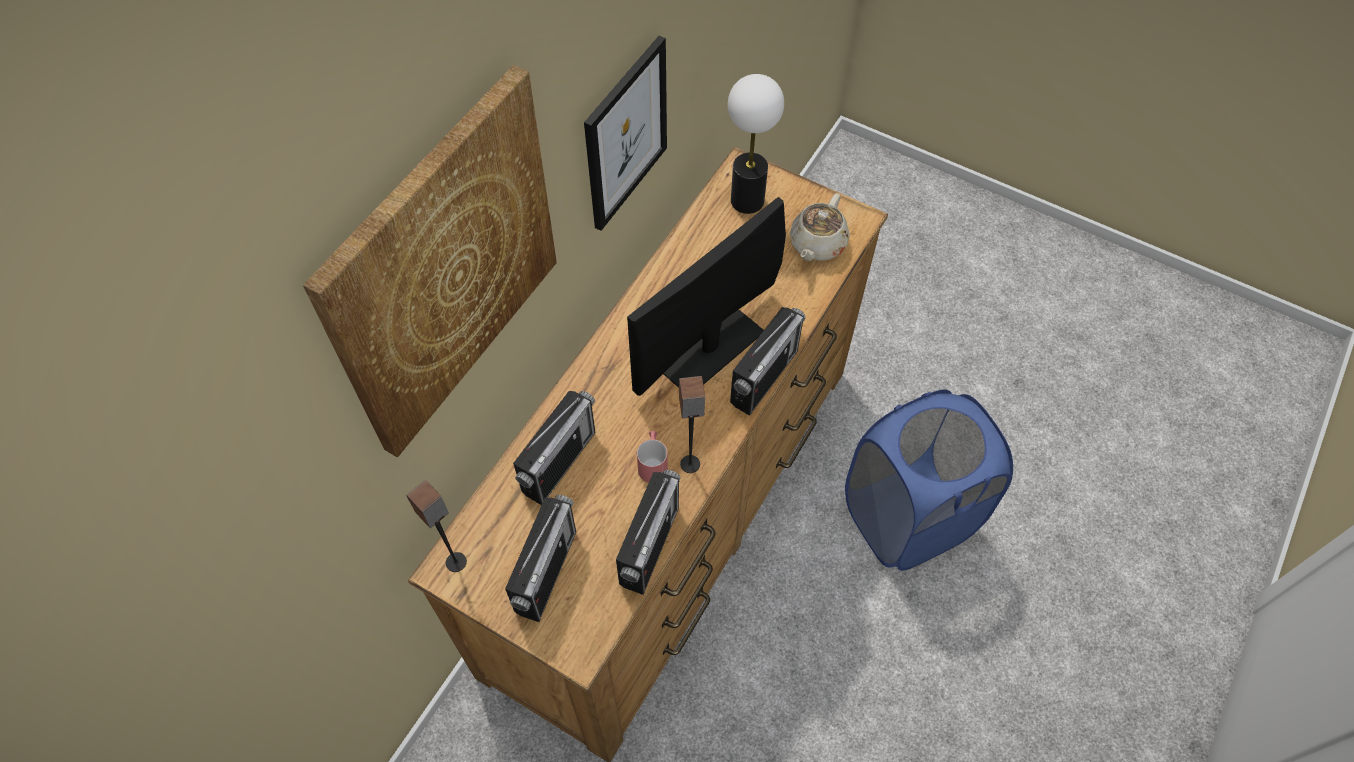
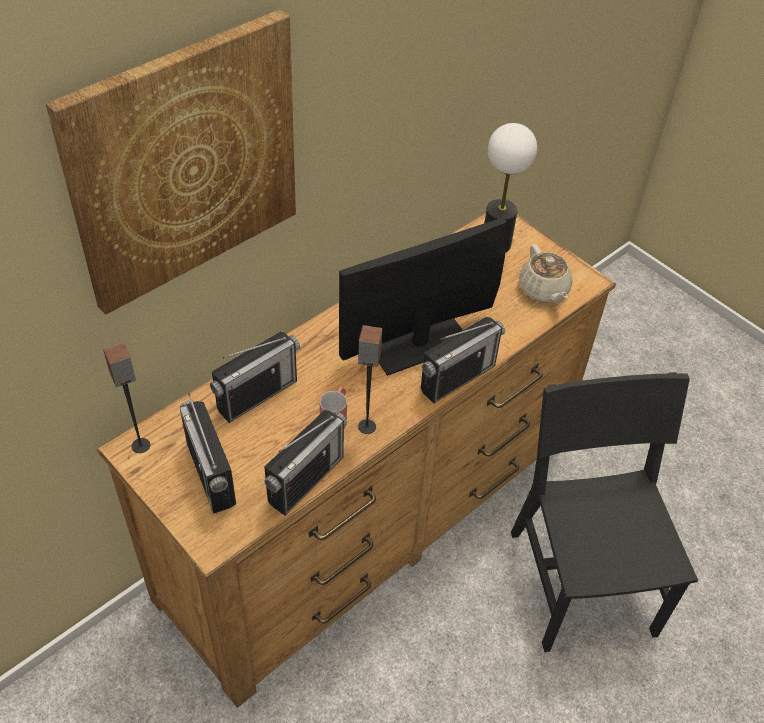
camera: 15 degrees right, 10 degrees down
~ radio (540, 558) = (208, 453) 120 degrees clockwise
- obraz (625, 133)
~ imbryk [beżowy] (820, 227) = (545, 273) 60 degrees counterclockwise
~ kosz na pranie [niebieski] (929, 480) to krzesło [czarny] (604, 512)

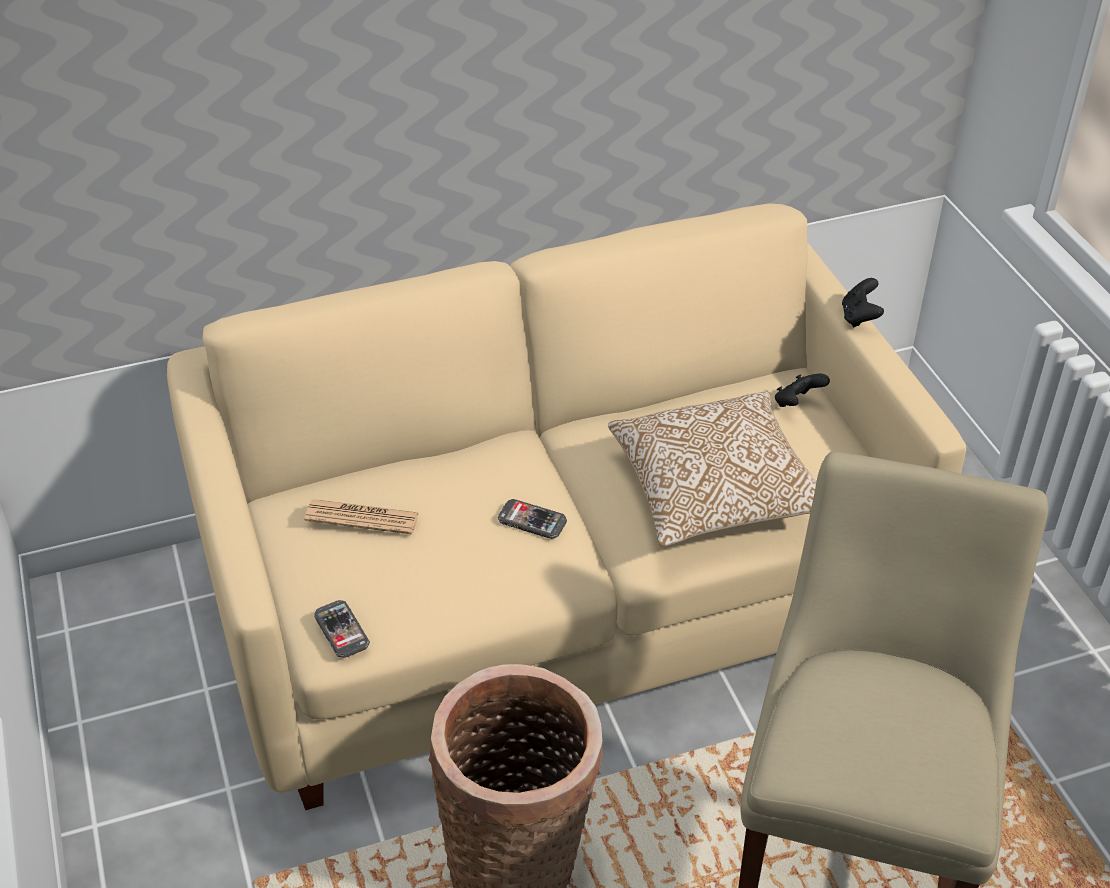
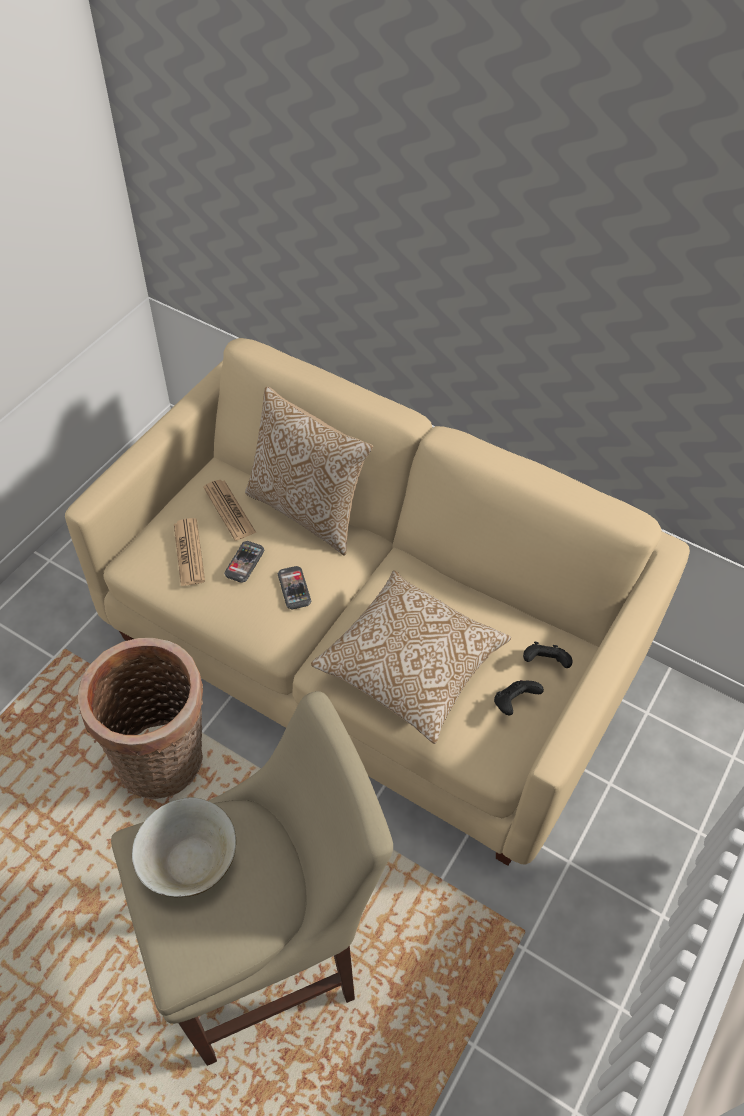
camera: 50 degrees right, 10 degrees up
~ telefon (342, 629) to (244, 562)
~ pad do gier [czarny] (863, 302) to (519, 697)
+ miska [beżowy] (184, 847)
+ gazeta (189, 552)
+ poduszka (309, 471)

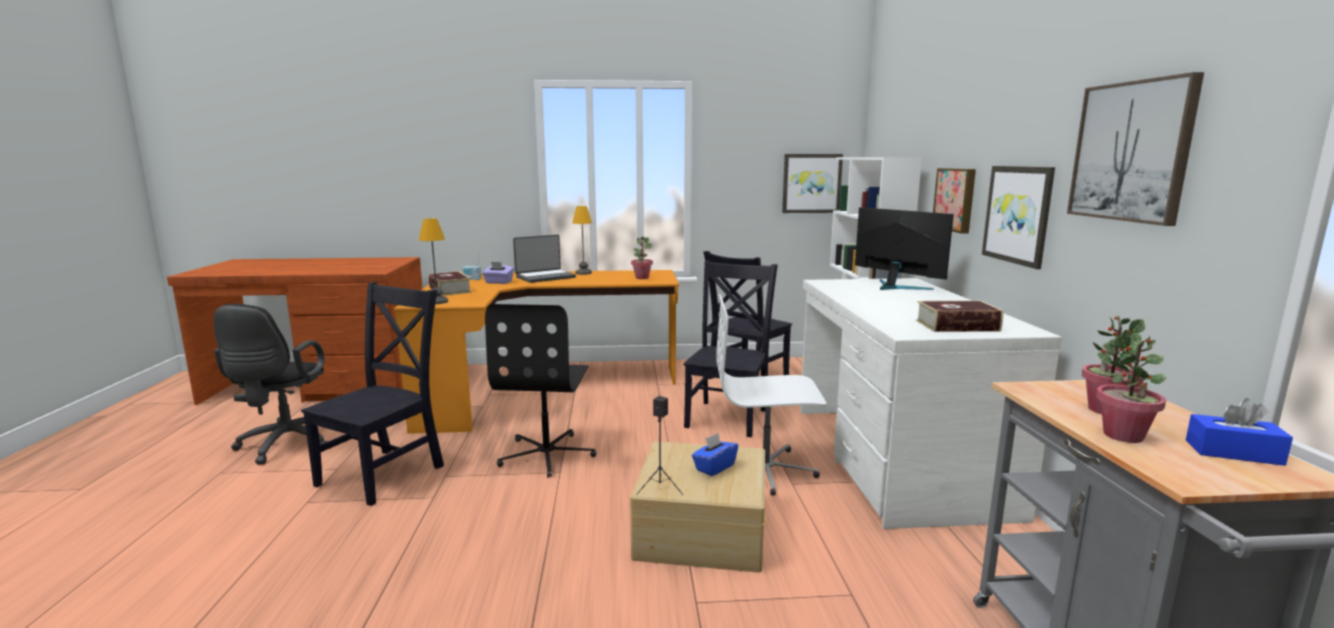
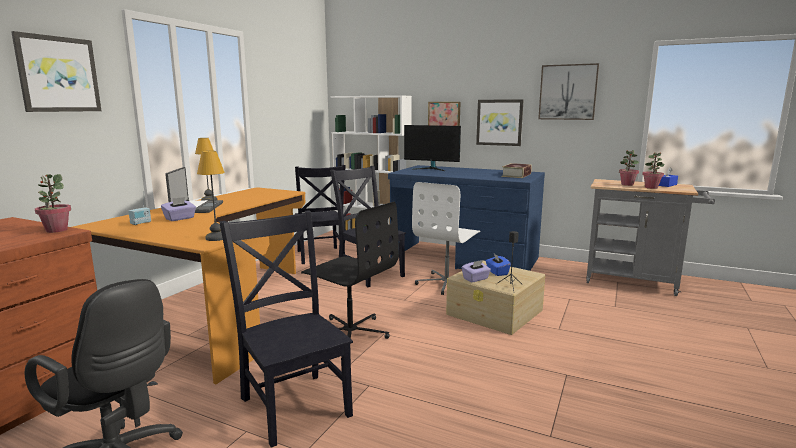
camera: 60 degrees left, 0 degrees up
- książka (450, 283)
~ roślina doniczkowa (642, 258) to (53, 203)
~ obraz (812, 183) to (56, 71)
~ biurko [biały] (931, 403) to biurko [niebieski] (466, 218)
~ monitor (904, 248) = (432, 148) 150 degrees counterclockwise
+ pudełko chusteczek [fioletowy] (476, 271)

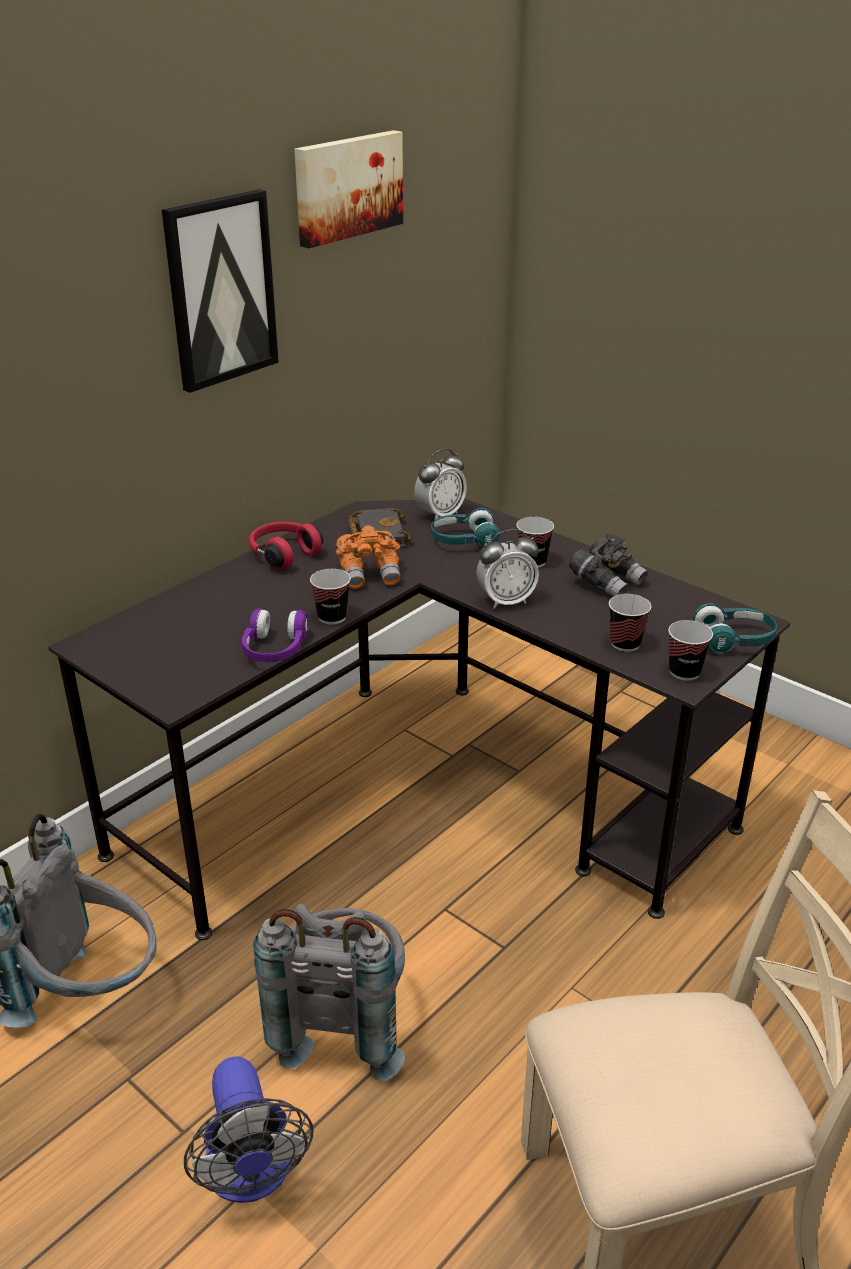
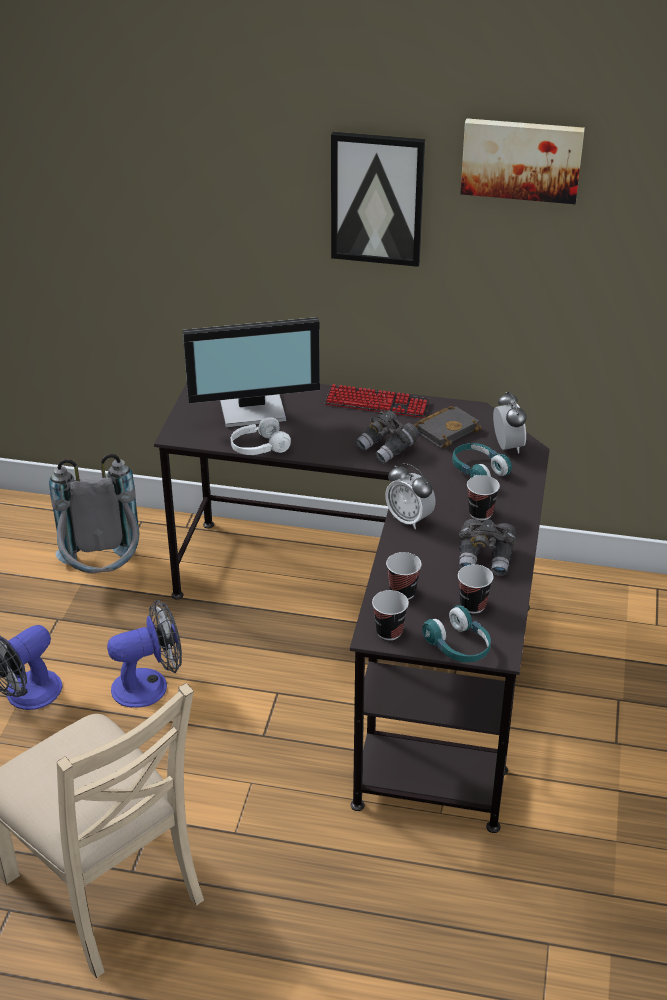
camera: 60 degrees right, 5 degrees up
~ słuchawki [fioletowy] (275, 635) to słuchawki [biały] (261, 436)
~ słuchawki [czerwony] (285, 545) to klawiatura (377, 401)
~ plecak [szary] (329, 992) to wentylator (144, 654)
~ filiżanka (330, 596) to (475, 588)
~ lornetka [pomarańczowy] (368, 557) to lornetka [szary] (387, 437)
~ budzik (440, 483) = (510, 422) 120 degrees counterclockwise
+ monitor (251, 372)

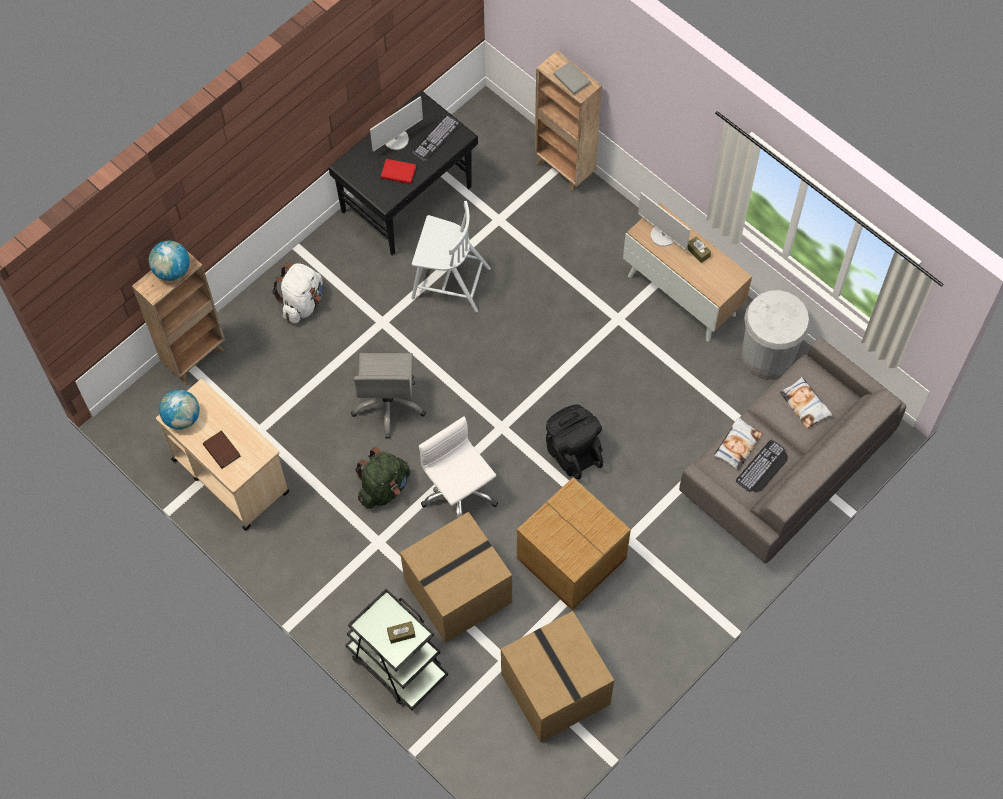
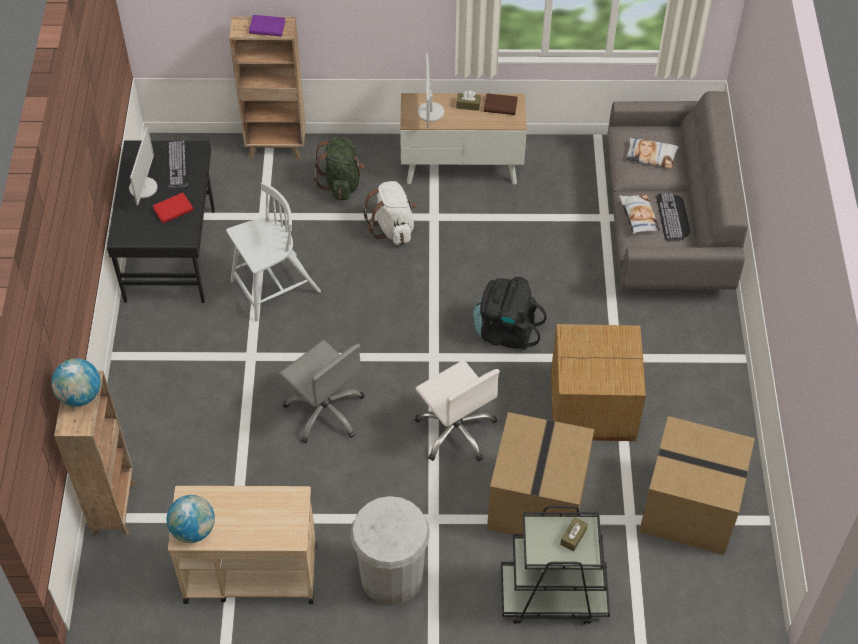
camera: 45 degrees left, 10 degrees down
~ książka [brązowy] (221, 449) to (501, 104)
~ plecak [biały] (297, 293) to (389, 213)
~ plecak [zielony] (382, 478) to (339, 168)
~ krzesło biurowe [biały] (458, 467) = (457, 410) 135 degrees counterclockwise
~ książka [szary] (572, 78) to książka [fioletowy] (267, 25)
~ monitor (664, 221) = (430, 90) 90 degrees clockwise
~ kosz na śmieci [biały] (775, 335) to (390, 550)

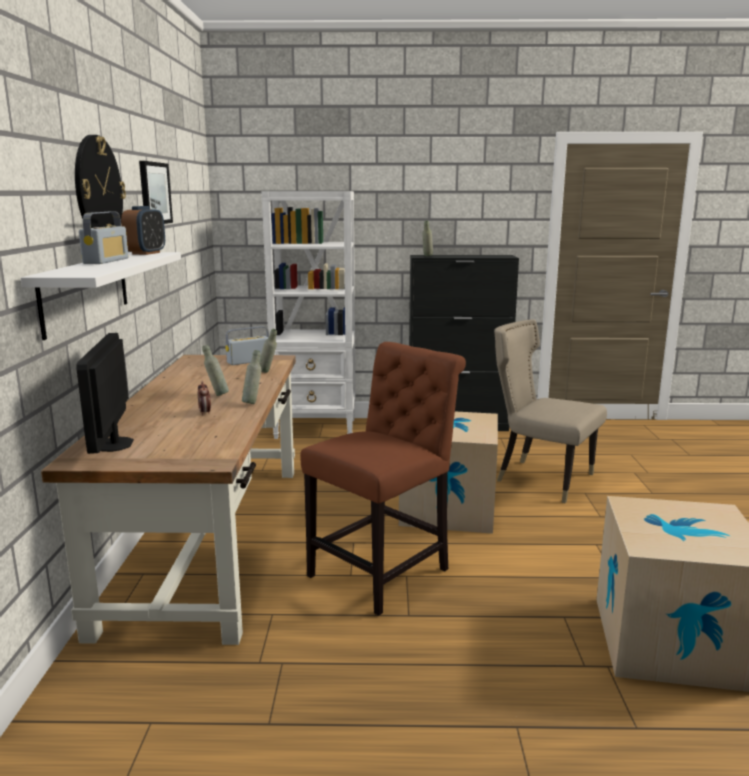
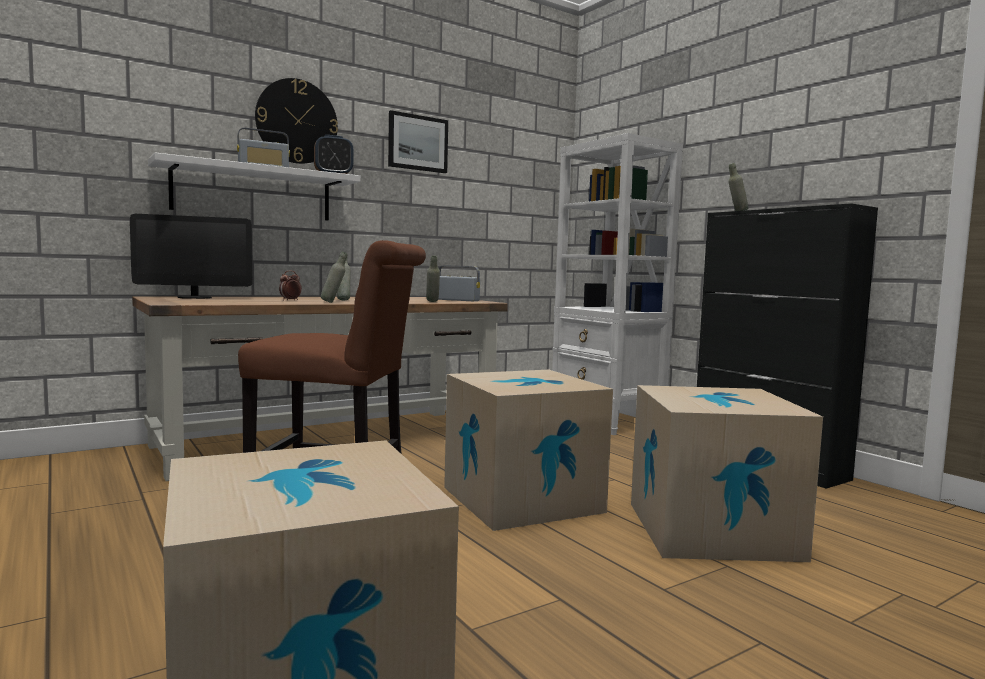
camera: 55 degrees right, 10 degrees down
~ monitor (105, 393) = (191, 256) 150 degrees counterclockwise
~ krzesło [beżowy] (550, 411) to karton (727, 473)

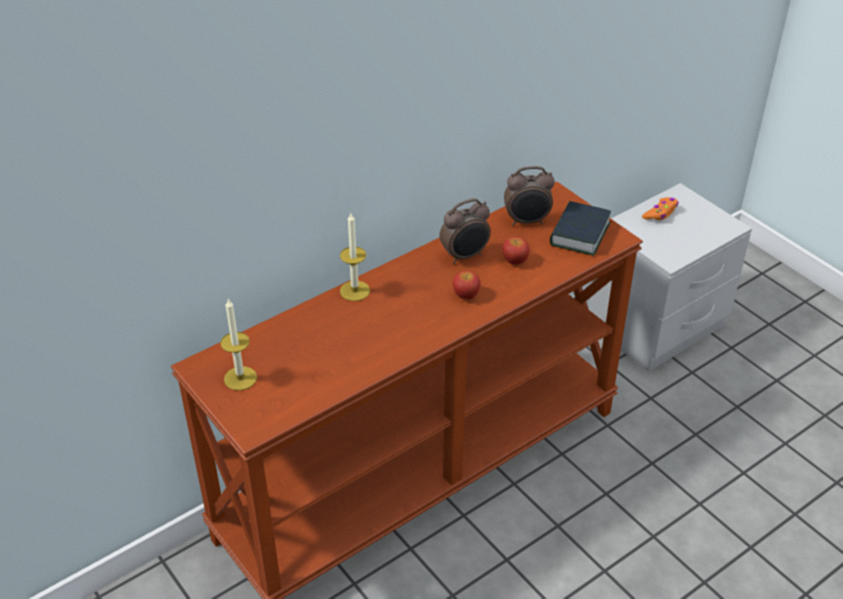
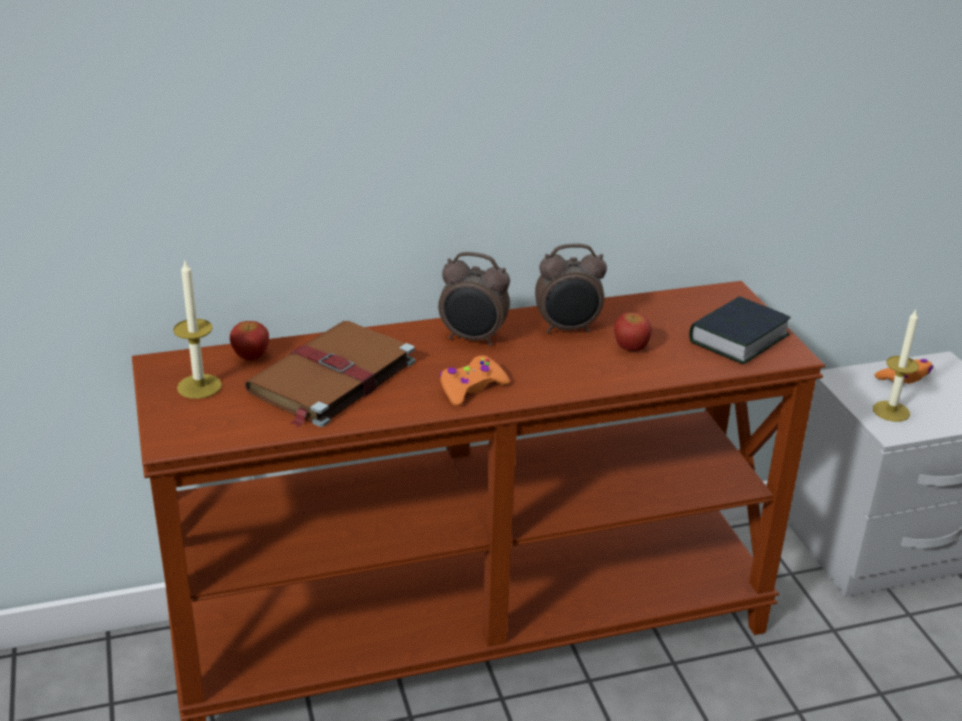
camera: 20 degrees right, 10 degrees down
~ świeca (355, 257) to (896, 366)
~ jabłko (467, 285) to (249, 341)
~ budzik (529, 196) to (474, 299)
+ książka [brązowy] (330, 374)
+ pad do gier [pomarańczowy] (475, 380)

